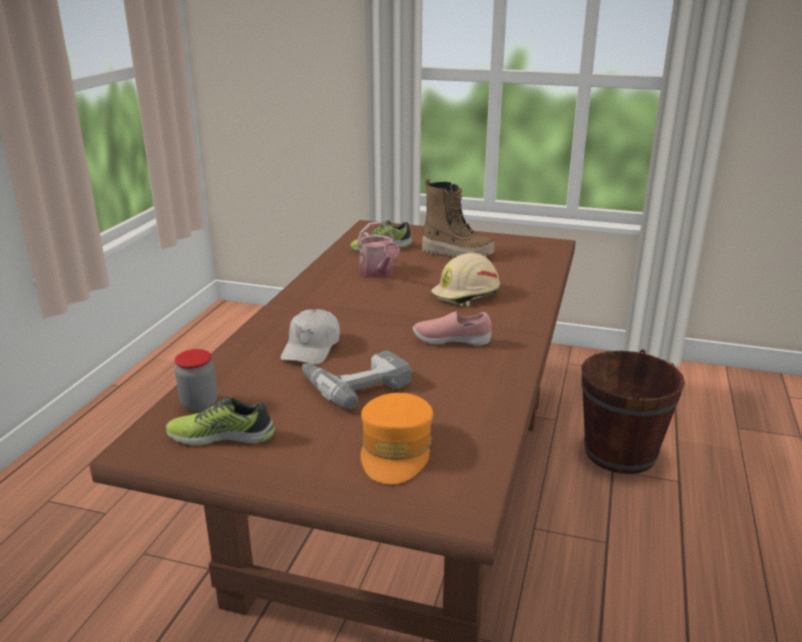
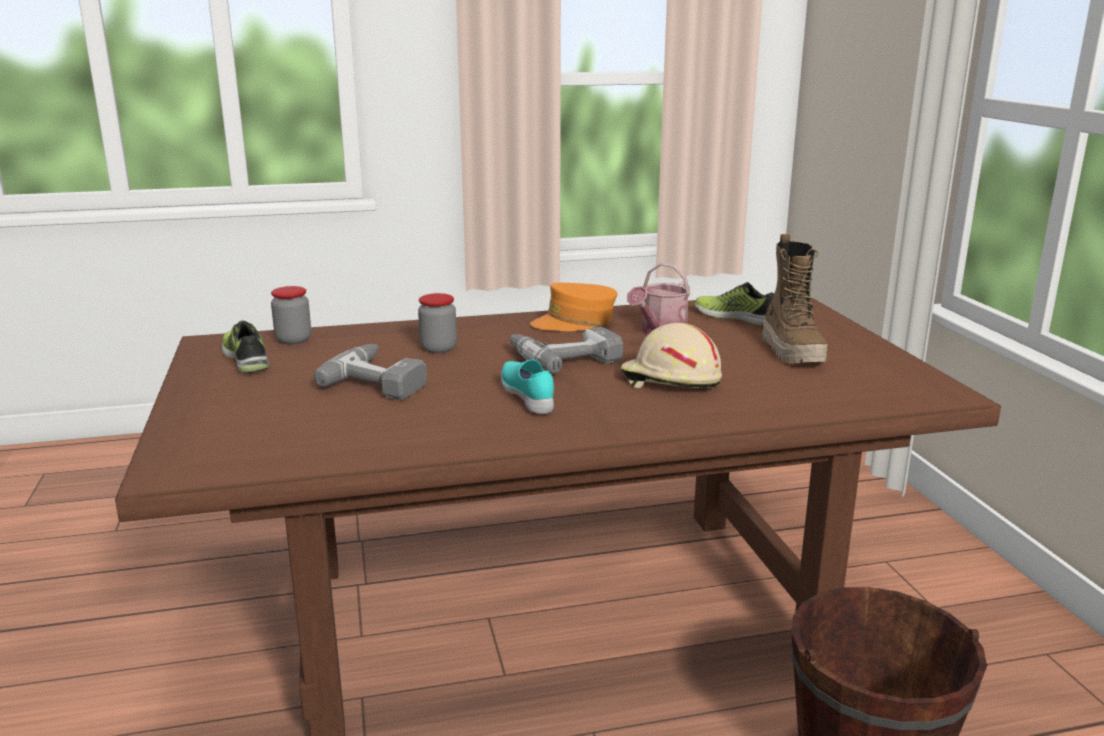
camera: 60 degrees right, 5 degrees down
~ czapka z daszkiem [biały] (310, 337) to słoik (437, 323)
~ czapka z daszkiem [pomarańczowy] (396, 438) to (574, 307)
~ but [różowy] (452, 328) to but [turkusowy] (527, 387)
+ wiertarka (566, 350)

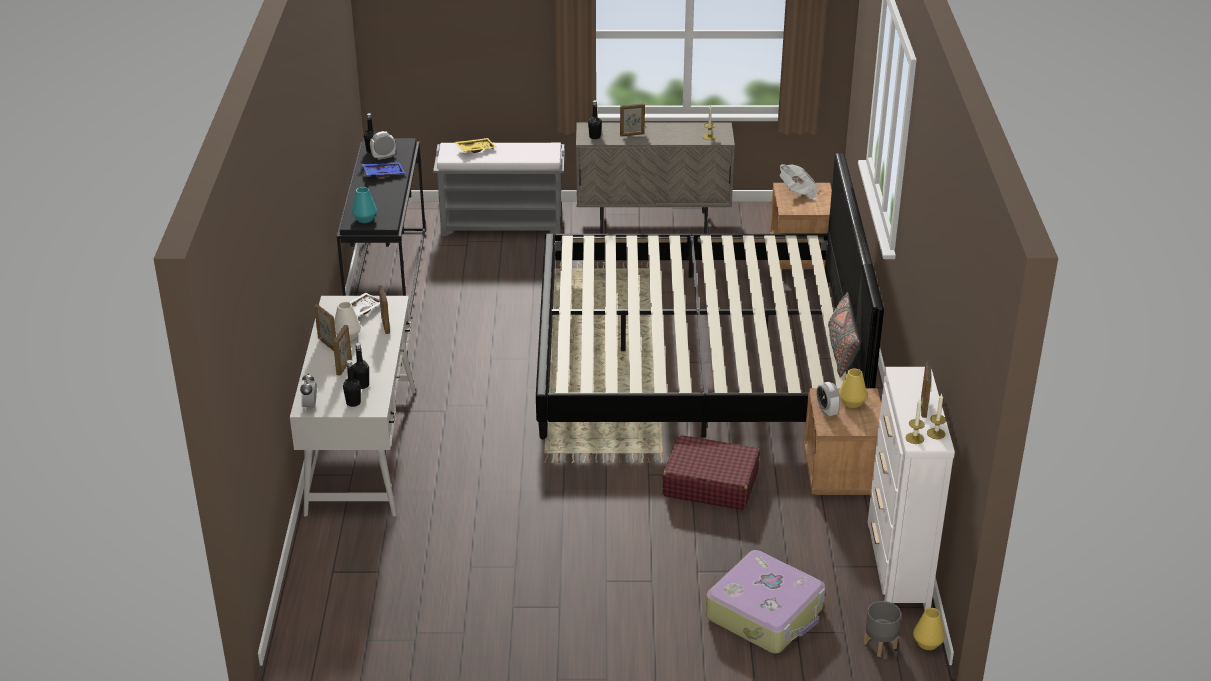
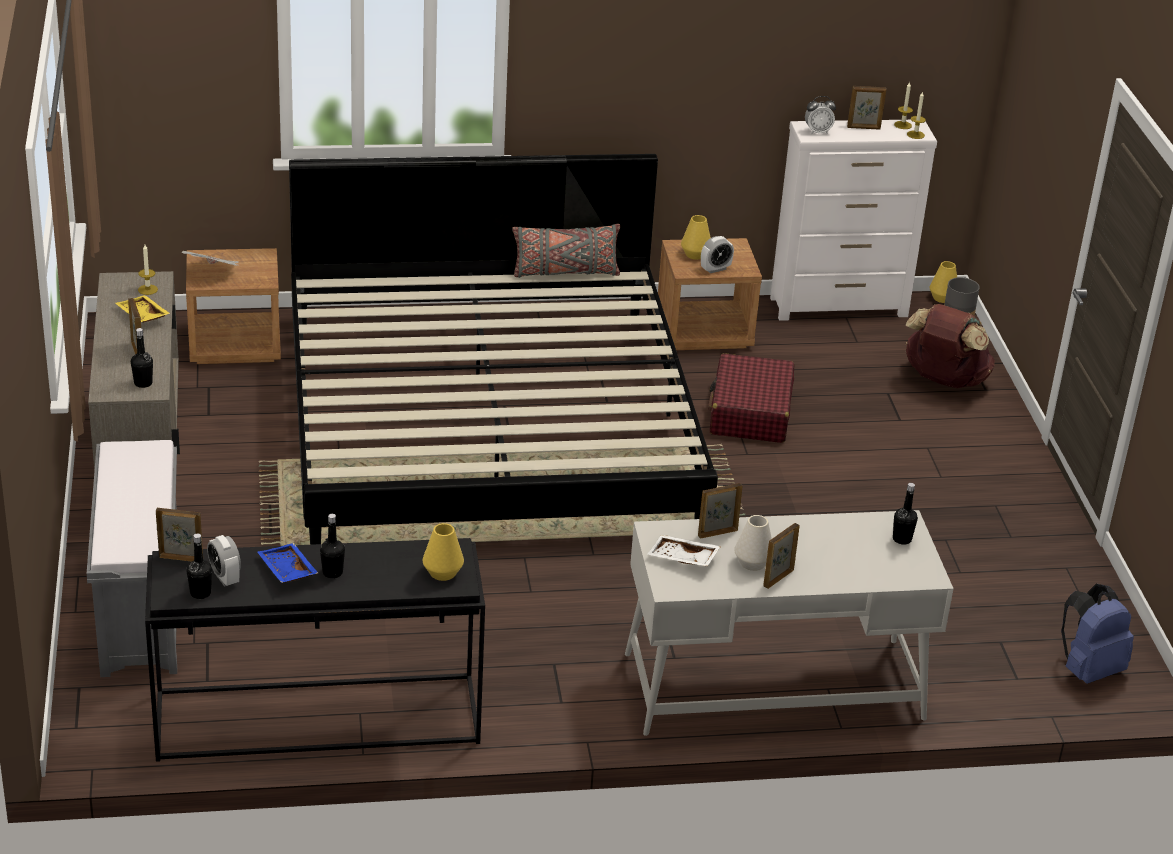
camera: 100 degrees left, 0 degrees up
~ budzik (308, 392) to (820, 115)
~ ramka na zdjęcie (342, 350) to (179, 535)
~ wazon [turkusowy] (364, 205) to wazon [żółty] (443, 552)
~ butelka [czarny] (361, 366) to (332, 546)
~ taca [żółty] (476, 145) to (142, 309)
~ walizka (765, 601) to plecak [brązowy] (950, 346)
+ plecak [niebieski] (1097, 634)

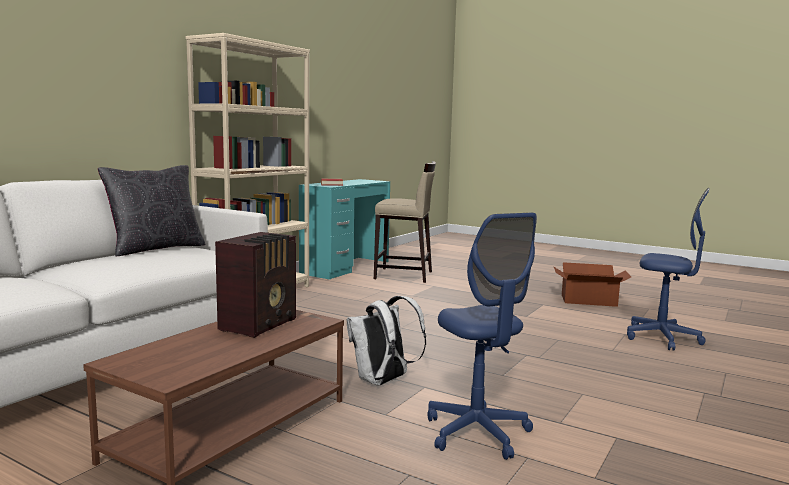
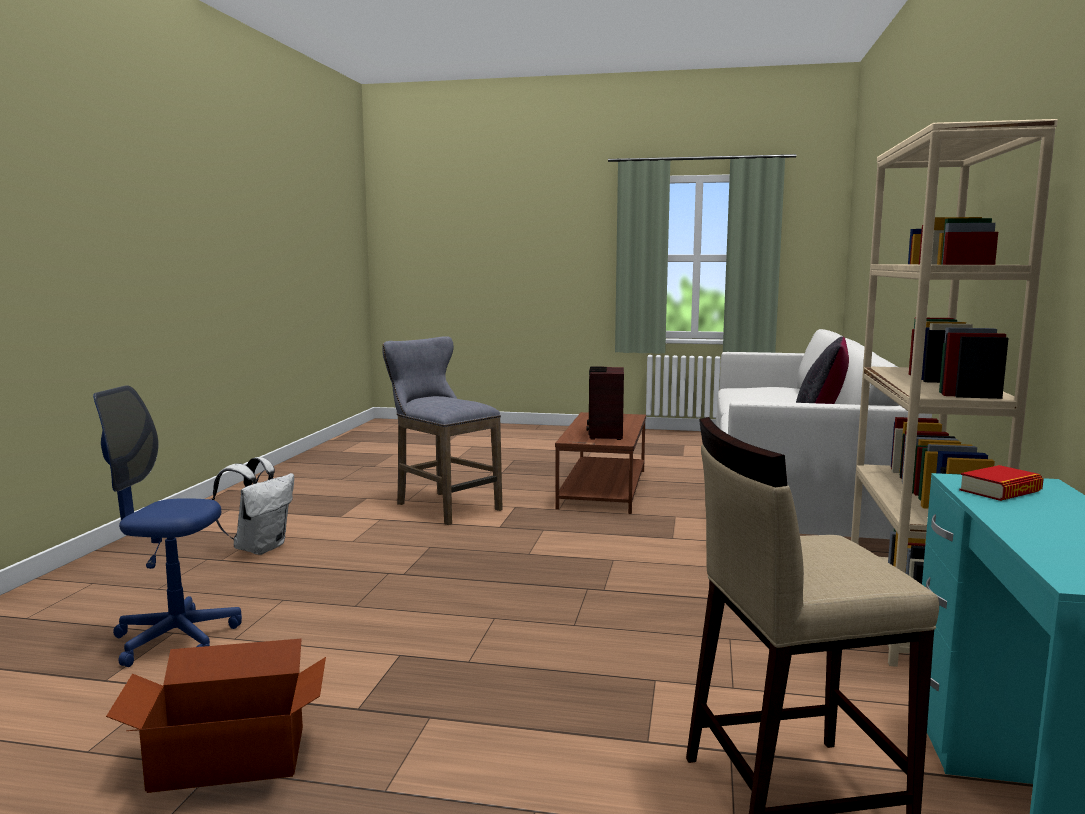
camera: 160 degrees right, 0 degrees up
~ plecak [biały] (386, 341) to (253, 506)
~ krzesło biurowe [niebieski] (482, 336) to stołek [szary] (442, 430)

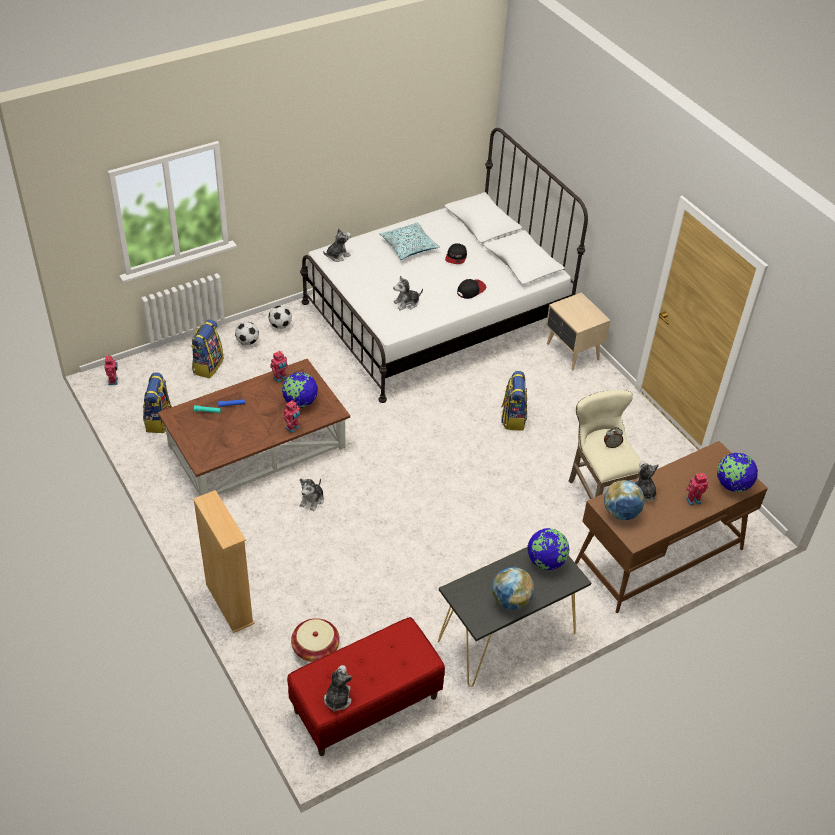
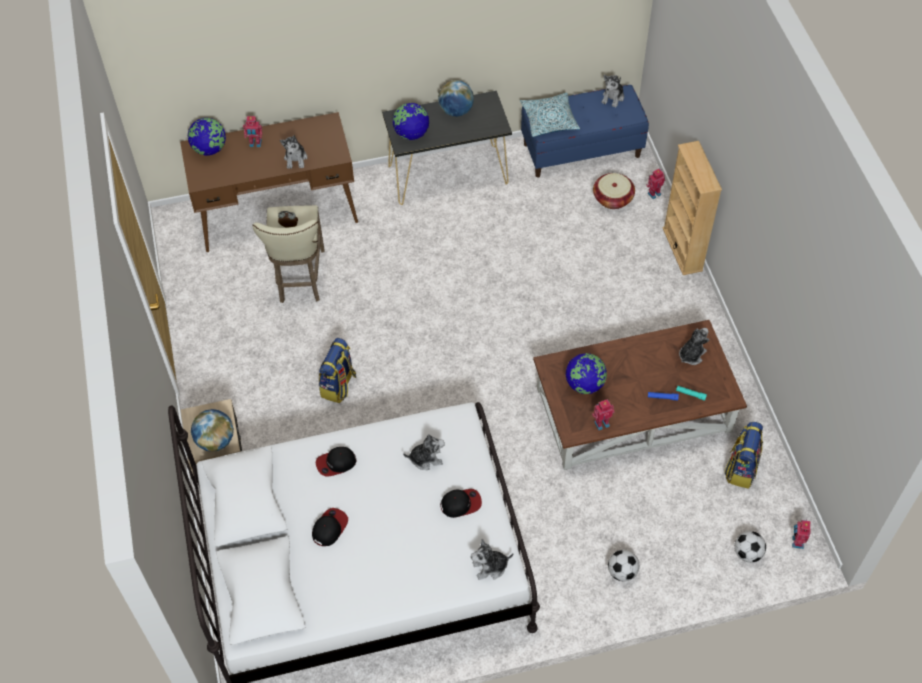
camera: 160 degrees left, 10 degrees up
- plecak (207, 348)
~ piłka futbolowa (280, 317) to (750, 547)
~ robot zabawkowy (292, 416) to (655, 184)
~ ławka [czerwony] (366, 686) to ławka [niebieski] (585, 131)
~ pluszak (312, 494) to (694, 346)
~ poduszka (410, 241) to (550, 115)
~ globus (624, 500) to (212, 430)
+ czapka z daszkiem (461, 503)

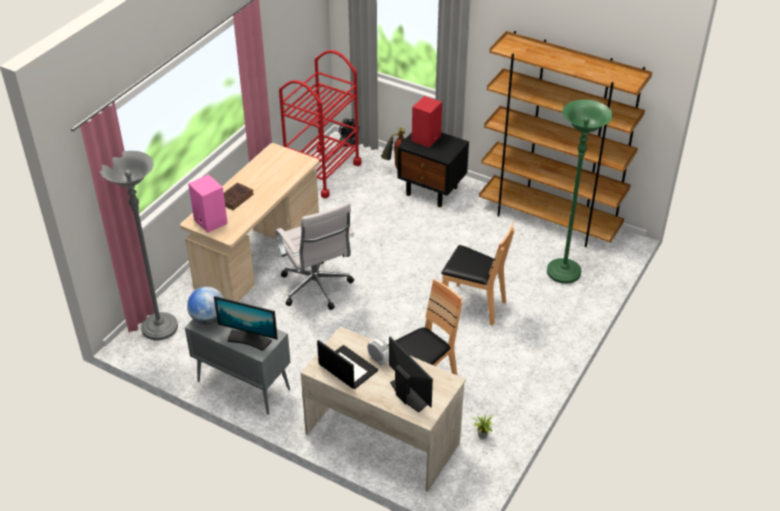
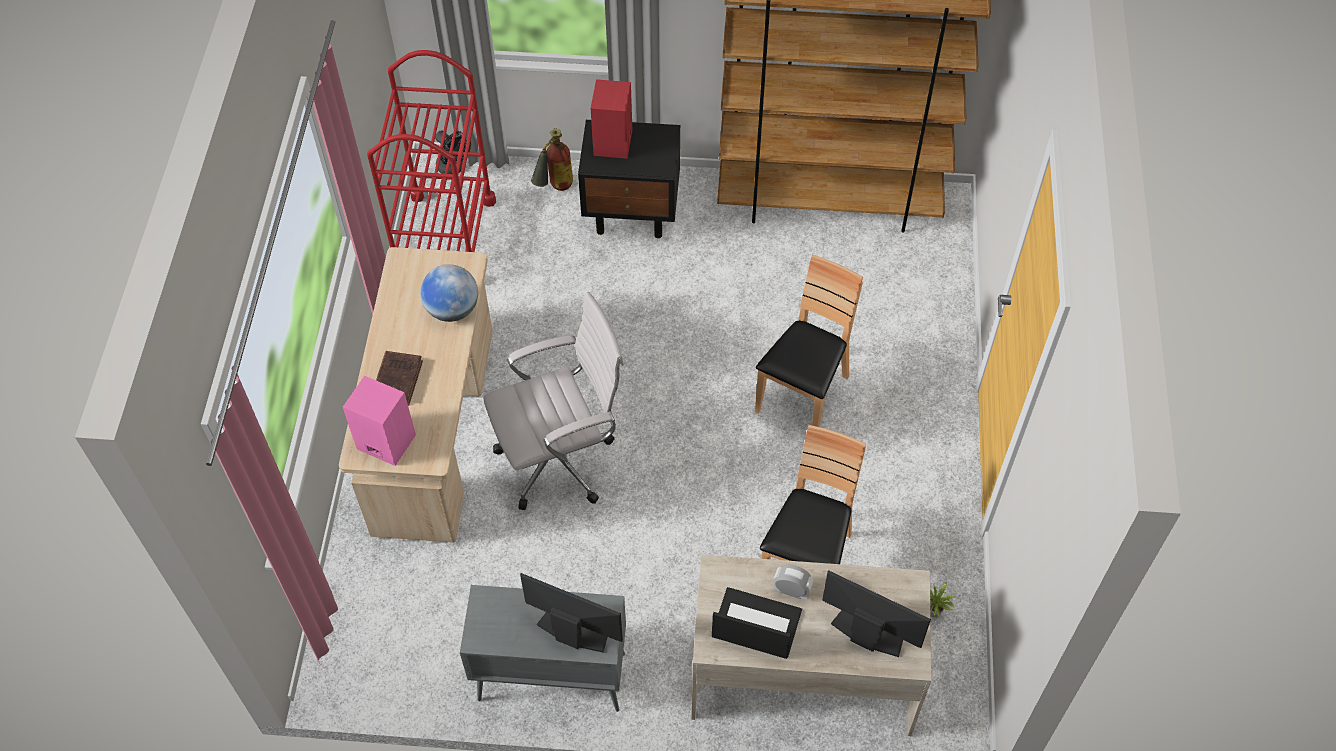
camera: 25 degrees left, 15 degrees up
- lampa stojąca [szary] (139, 245)
~ globus (205, 306) to (449, 293)
~ monitor (246, 323) = (571, 612) 150 degrees counterclockwise
~ krzesło biurowe [biały] (315, 256) = (554, 401) 60 degrees counterclockwise
~ krzesło [brązowy] (478, 274) = (809, 341) 60 degrees counterclockwise
- lampa stojąca [zielony] (580, 191)

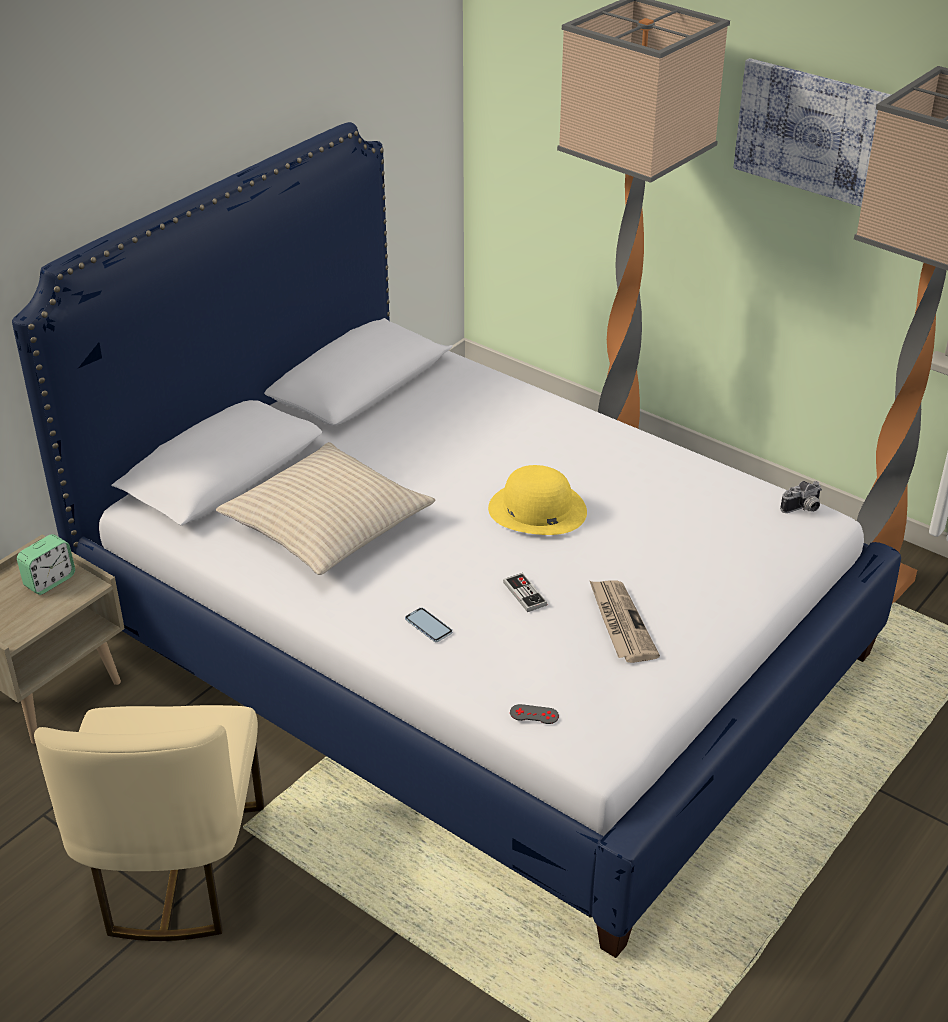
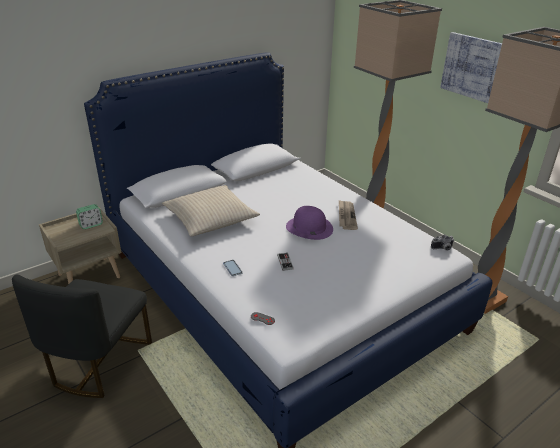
camera: 15 degrees right, 5 degrees down
~ krzesło [beżowy] (149, 823) to krzesło [czarny] (82, 336)
~ kapelusz [żółty] (537, 500) to kapelusz [fioletowy] (309, 223)
~ gazeta (625, 621) to (348, 215)

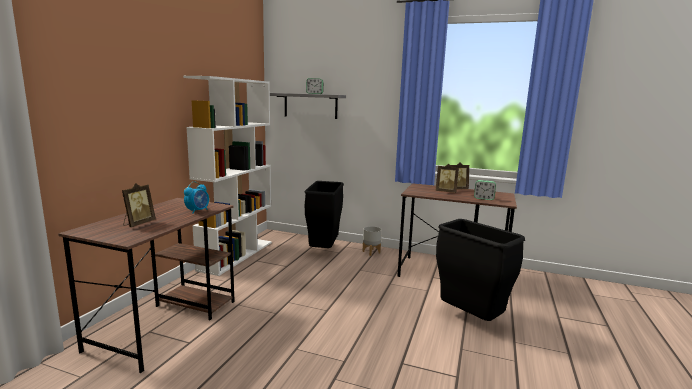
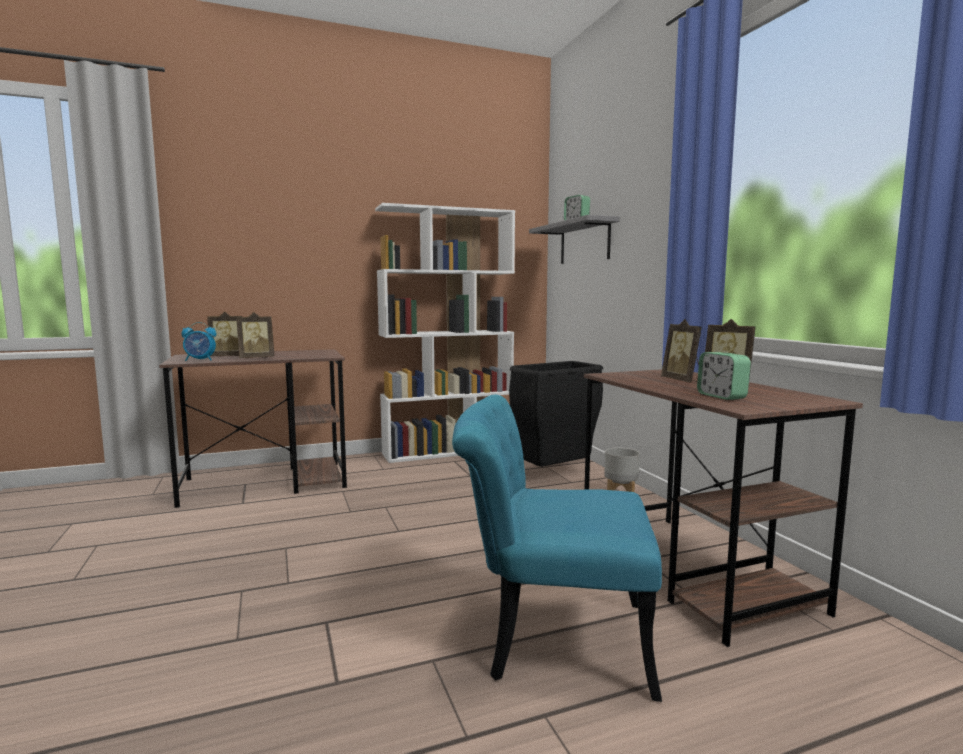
camera: 50 degrees right, 5 degrees down
~ budzik (196, 198) to (199, 341)
~ kosz na śmieci [czarny] (480, 270) to krzesło [turkusowy] (557, 548)
+ ramka na zdjęcie (255, 335)

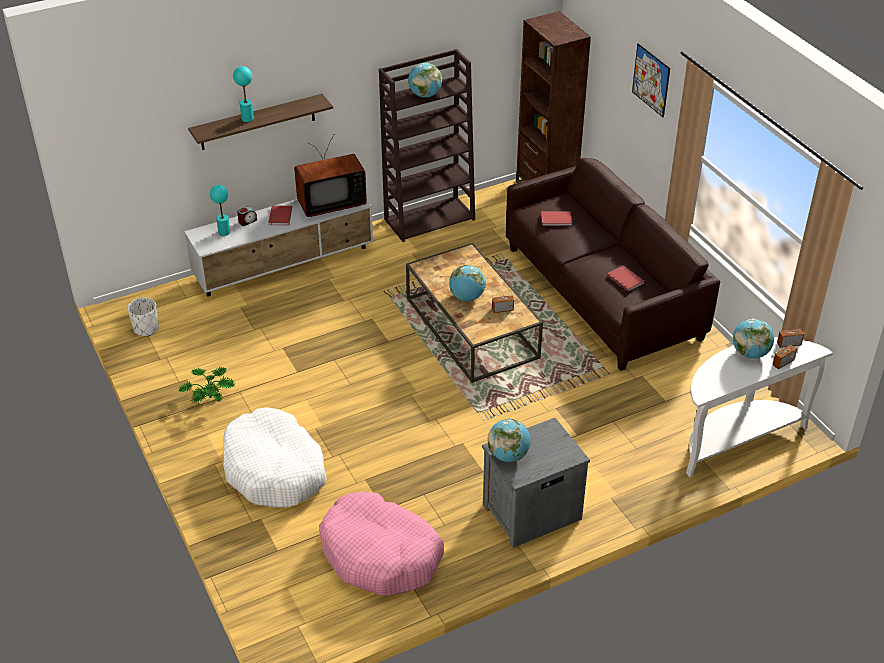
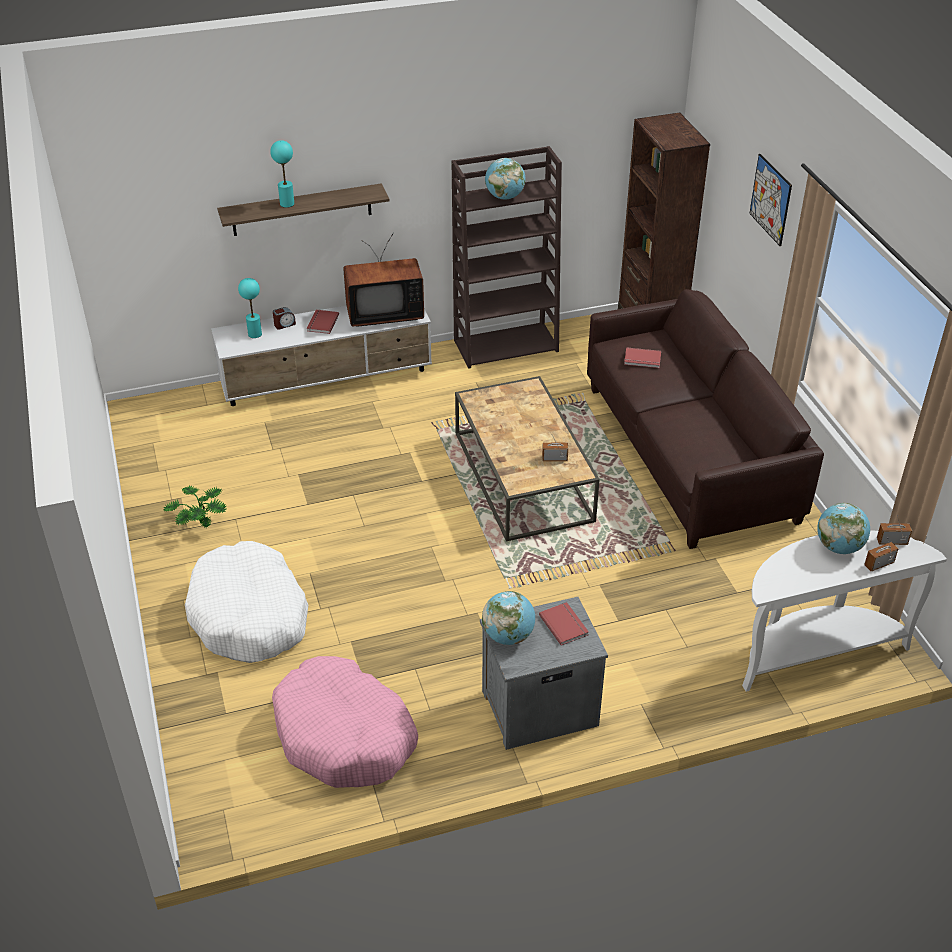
camera: 10 degrees right, 0 degrees up
- donica [biały] (143, 316)
- globus (467, 283)
~ książka [czerwony] (625, 278) to (564, 624)

